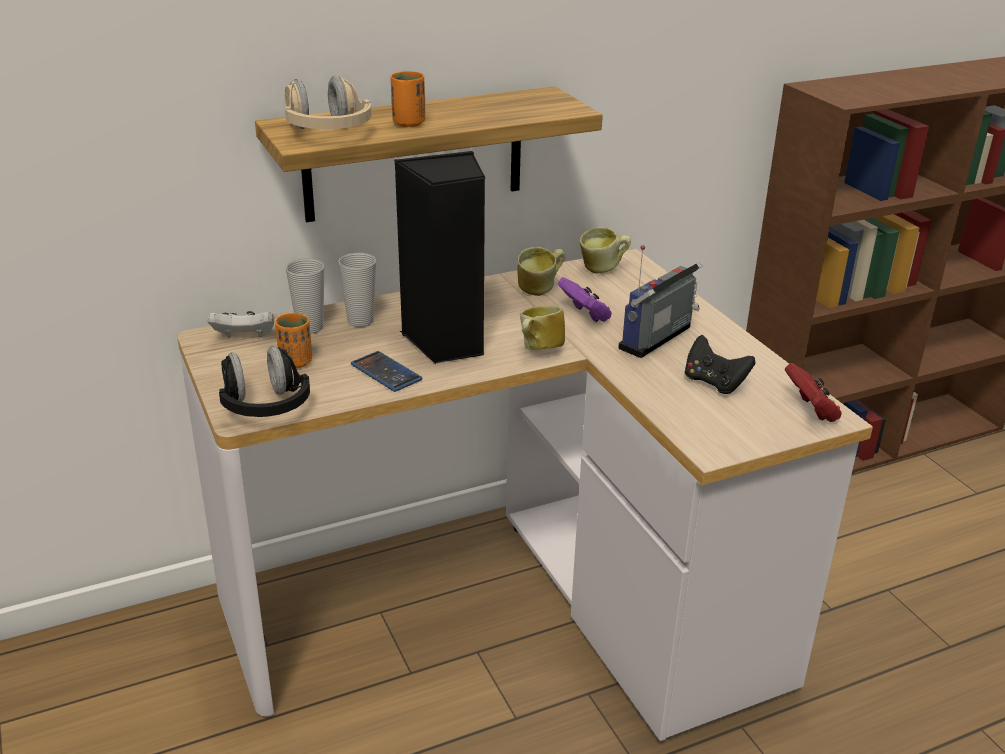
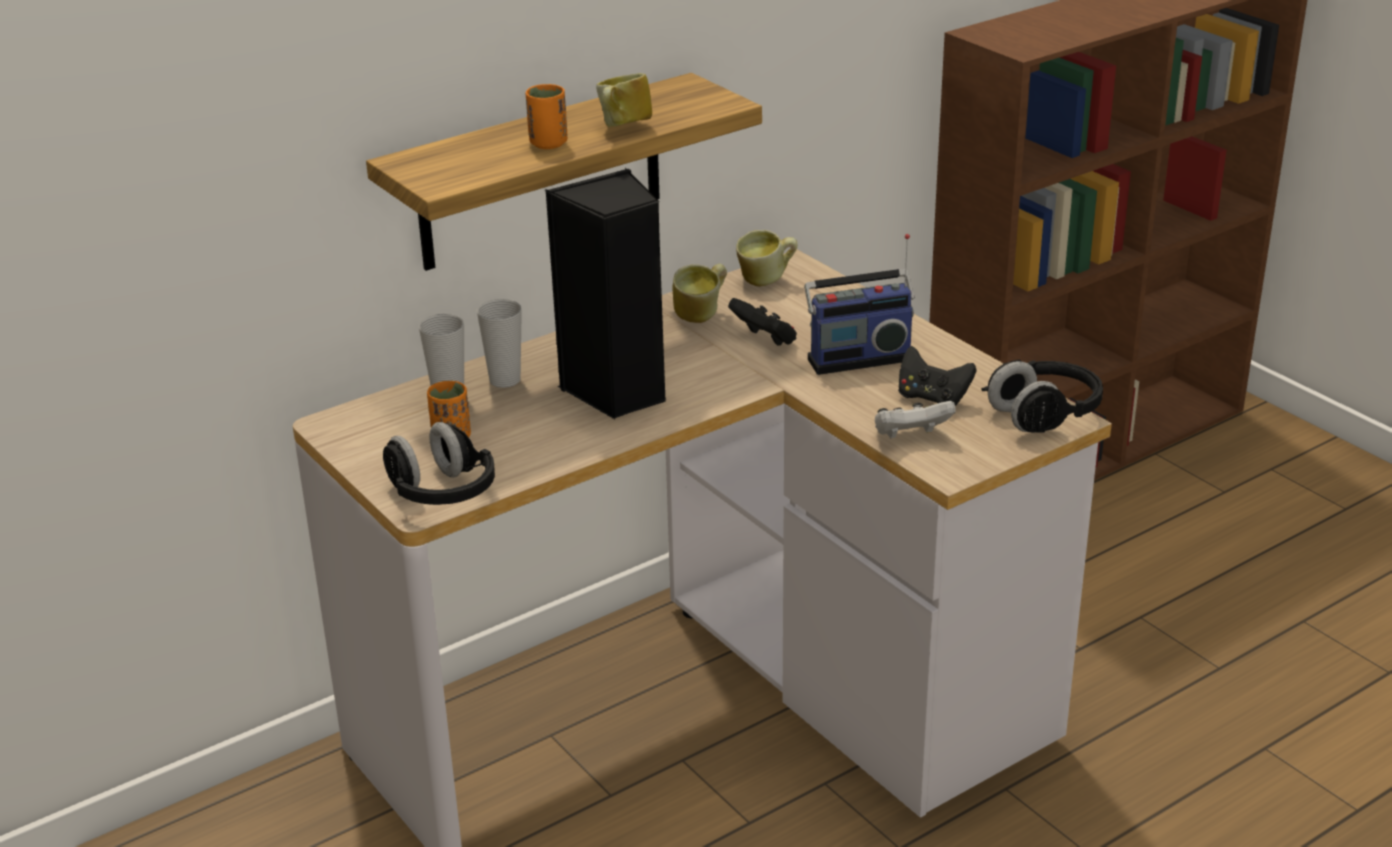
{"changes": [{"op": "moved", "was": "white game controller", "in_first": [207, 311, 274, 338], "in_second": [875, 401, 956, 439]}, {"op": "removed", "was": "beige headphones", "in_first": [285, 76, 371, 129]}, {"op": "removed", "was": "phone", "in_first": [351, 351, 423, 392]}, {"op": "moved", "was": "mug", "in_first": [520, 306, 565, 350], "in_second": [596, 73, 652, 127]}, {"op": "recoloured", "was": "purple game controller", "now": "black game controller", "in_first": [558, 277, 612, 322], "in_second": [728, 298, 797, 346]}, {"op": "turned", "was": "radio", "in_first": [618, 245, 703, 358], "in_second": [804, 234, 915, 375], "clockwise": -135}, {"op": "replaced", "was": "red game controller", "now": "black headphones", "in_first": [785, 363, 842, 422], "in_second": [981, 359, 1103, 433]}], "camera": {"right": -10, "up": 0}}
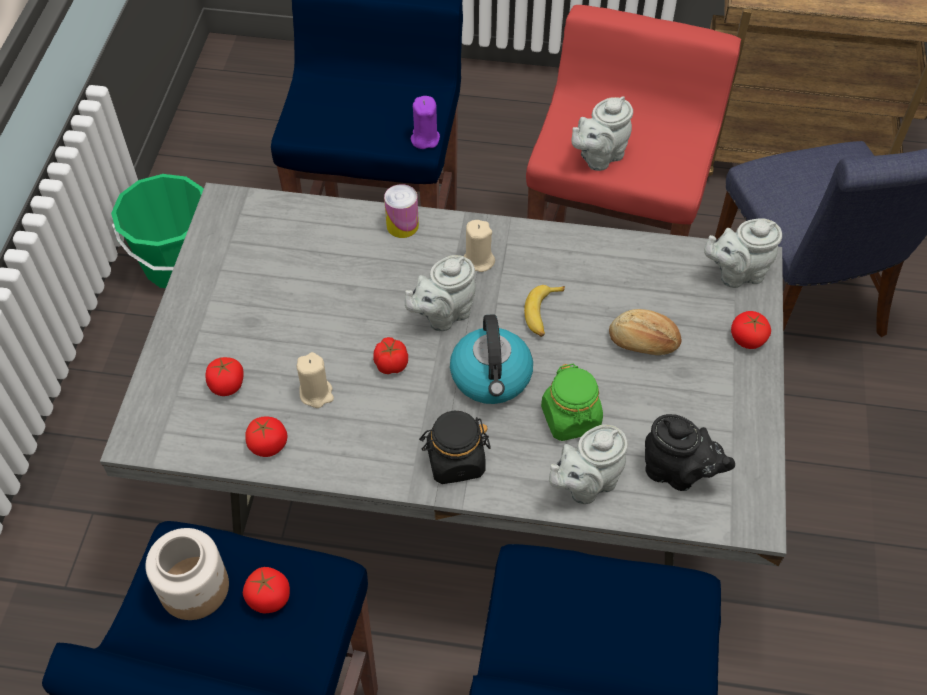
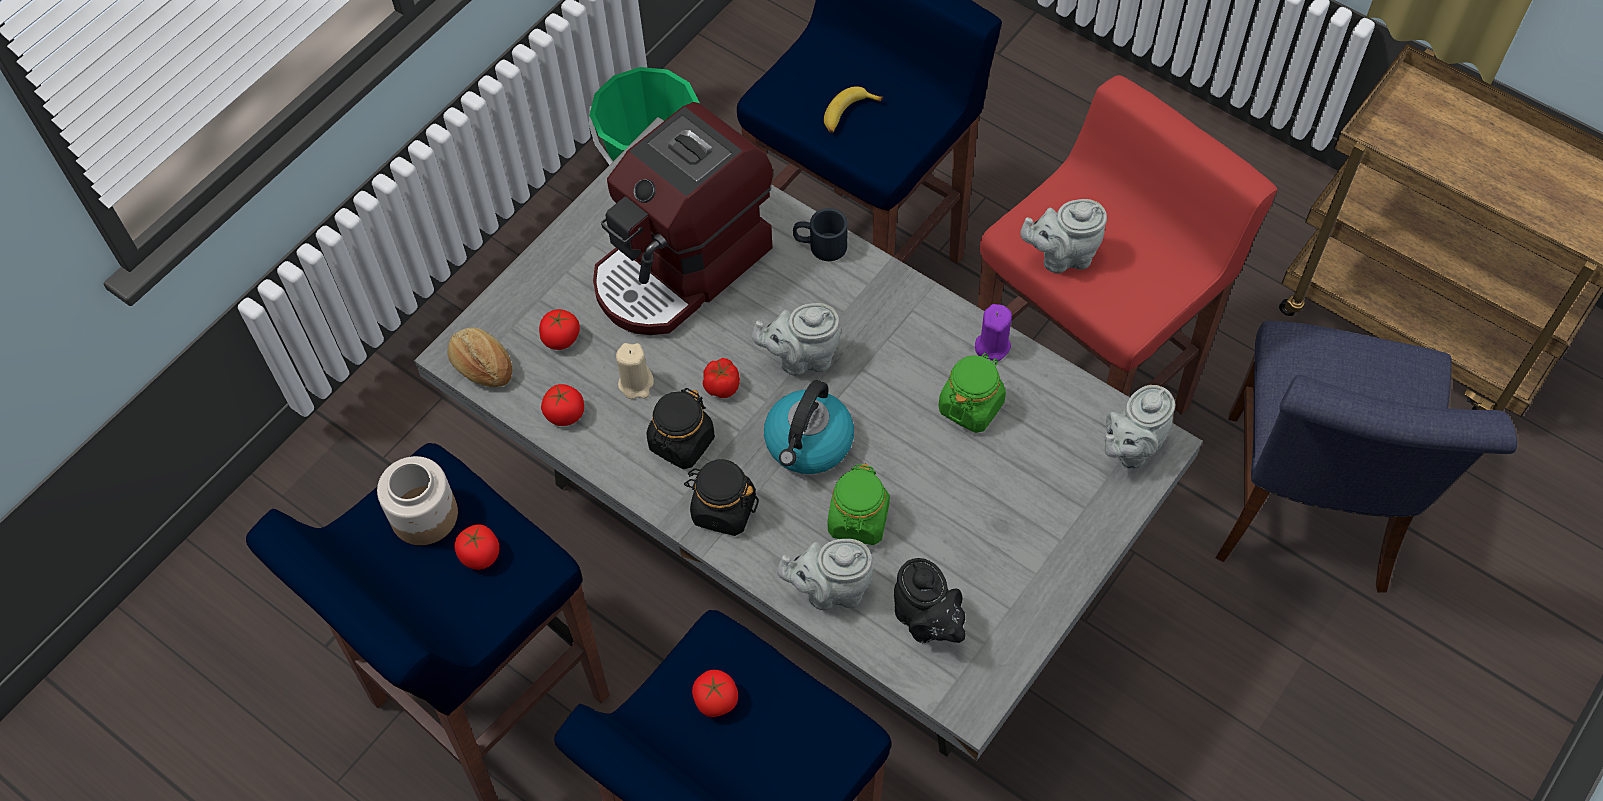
{"changes": [{"op": "replaced", "was": "can", "now": "black mug", "in_first": [384, 184, 419, 238], "in_second": [793, 208, 848, 261]}, {"op": "moved", "was": "purple candle", "in_first": [411, 96, 440, 149], "in_second": [975, 304, 1012, 361]}, {"op": "removed", "was": "beige candle", "in_first": [464, 220, 495, 272]}, {"op": "moved", "was": "banana", "in_first": [524, 285, 565, 337], "in_second": [824, 87, 883, 133]}, {"op": "moved", "was": "bread", "in_first": [609, 309, 682, 355], "in_second": [447, 327, 512, 387]}, {"op": "turned", "was": "grey teapot", "in_first": [704, 218, 782, 288], "in_second": [1105, 385, 1175, 469], "clockwise": -60}, {"op": "moved", "was": "tomato", "in_first": [731, 311, 771, 349], "in_second": [692, 670, 738, 717]}, {"op": "added", "now": "coffee machine", "in_second": [593, 102, 773, 335]}, {"op": "added", "now": "black jar", "in_second": [647, 388, 715, 469]}, {"op": "added", "now": "green jar", "in_second": [938, 353, 1006, 433]}], "camera": {"right": 30, "up": 5}}
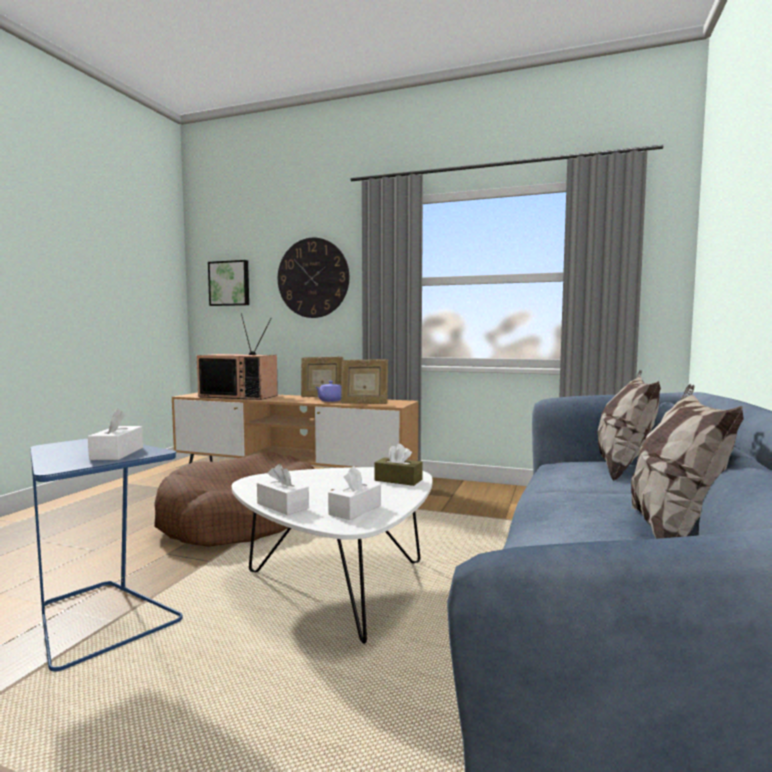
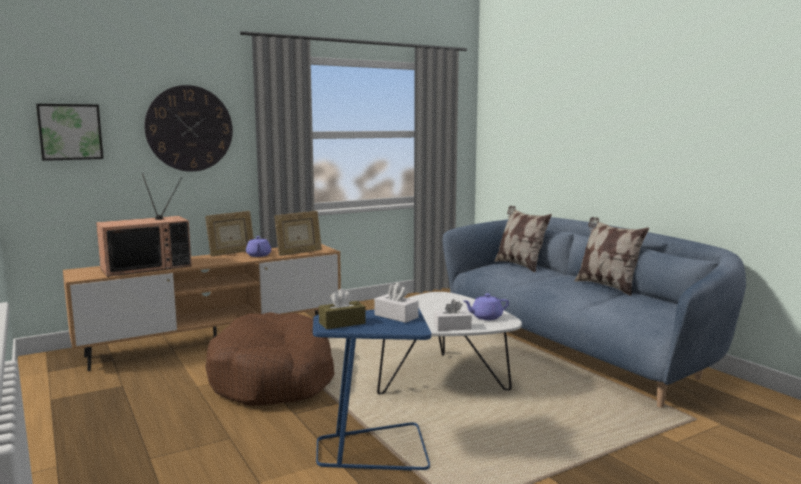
{"changes": [{"op": "replaced", "was": "white tissue box", "now": "purple teapot", "in_first": [328, 466, 381, 520], "in_second": [464, 293, 509, 320]}, {"op": "moved", "was": "brown tissue box", "in_first": [374, 444, 423, 486], "in_second": [319, 288, 366, 329]}], "camera": {"right": -50, "up": 5}}
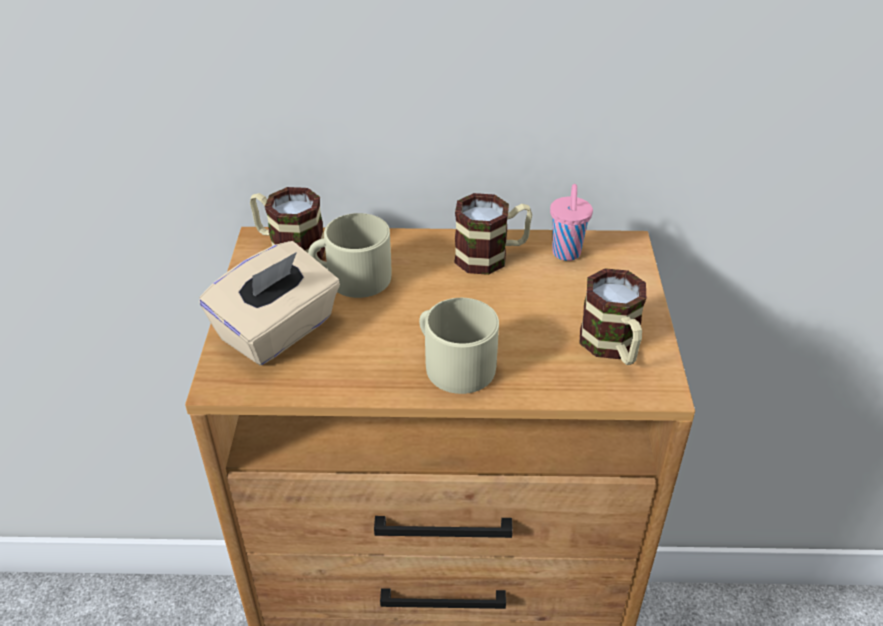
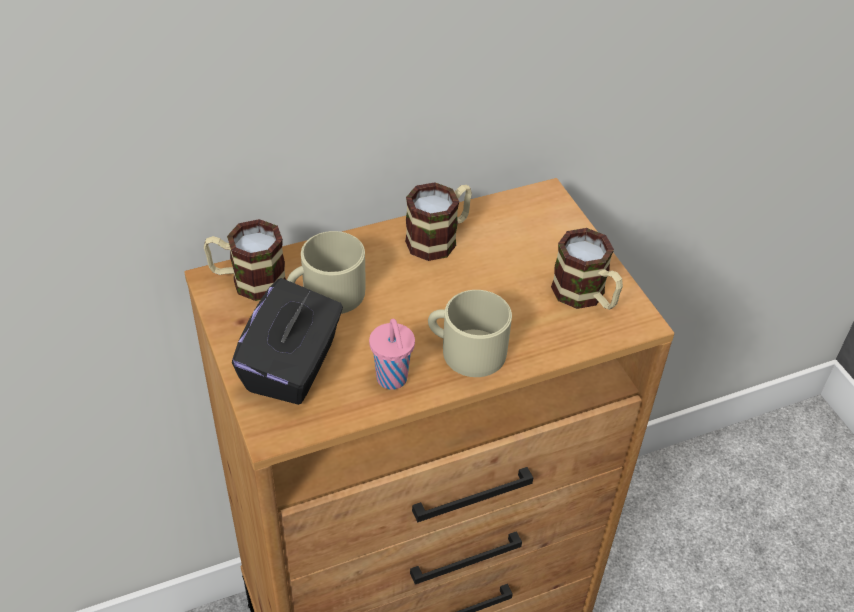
{"changes": [{"op": "recoloured", "was": "beige tissue box", "now": "black tissue box", "in_first": [199, 241, 340, 365], "in_second": [232, 278, 343, 405]}, {"op": "moved", "was": "pink cup", "in_first": [550, 184, 593, 261], "in_second": [369, 319, 415, 390]}], "camera": {"right": -25, "up": 5}}
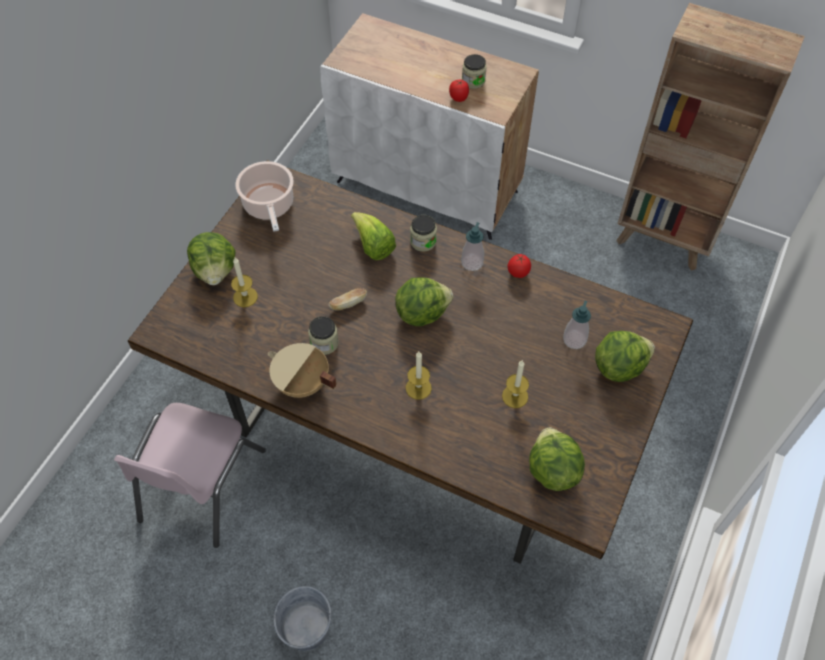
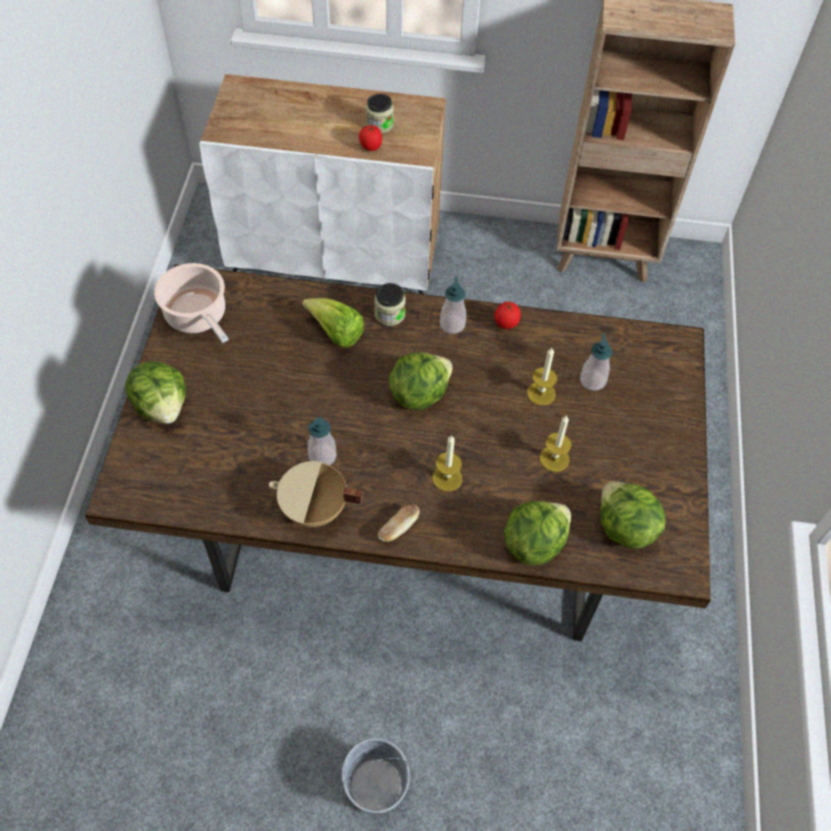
{"changes": [{"op": "removed", "was": "pink chair", "in_first": [114, 403, 266, 548]}, {"op": "moved", "was": "candle", "in_first": [231, 258, 258, 307], "in_second": [527, 348, 558, 405]}, {"op": "replaced", "was": "jar", "now": "soap dispenser", "in_first": [308, 316, 339, 355], "in_second": [308, 417, 337, 466]}, {"op": "moved", "was": "bread", "in_first": [329, 288, 367, 311], "in_second": [378, 504, 420, 542]}, {"op": "moved", "was": "lettuce", "in_first": [595, 331, 655, 382], "in_second": [504, 501, 571, 565]}], "camera": {"right": -20, "up": 0}}
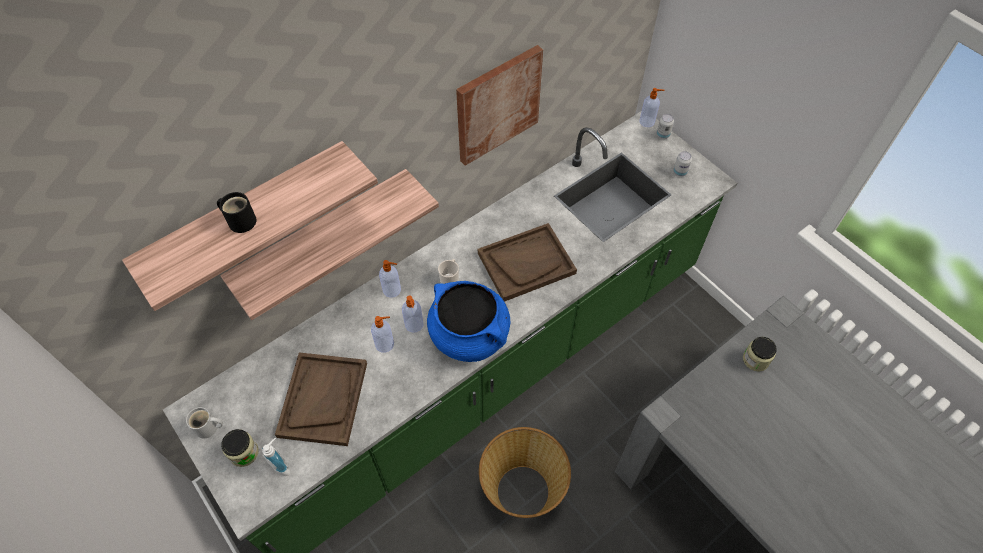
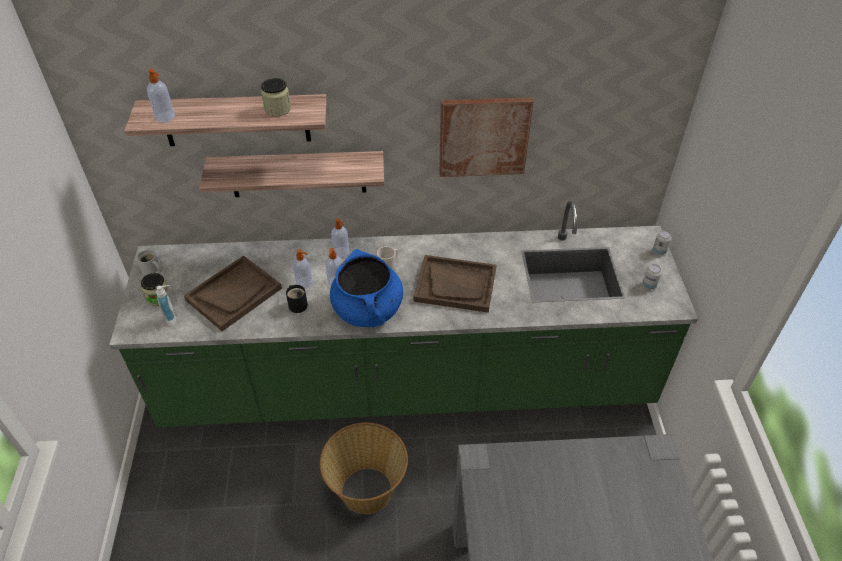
{"changes": [{"op": "moved", "was": "black mug", "in_first": [217, 192, 256, 233], "in_second": [286, 285, 308, 313]}, {"op": "moved", "was": "soap dispenser", "in_first": [639, 88, 665, 127], "in_second": [147, 69, 175, 123]}, {"op": "moved", "was": "jar", "in_first": [743, 337, 777, 371], "in_second": [261, 78, 291, 116]}], "camera": {"right": 35, "up": -10}}
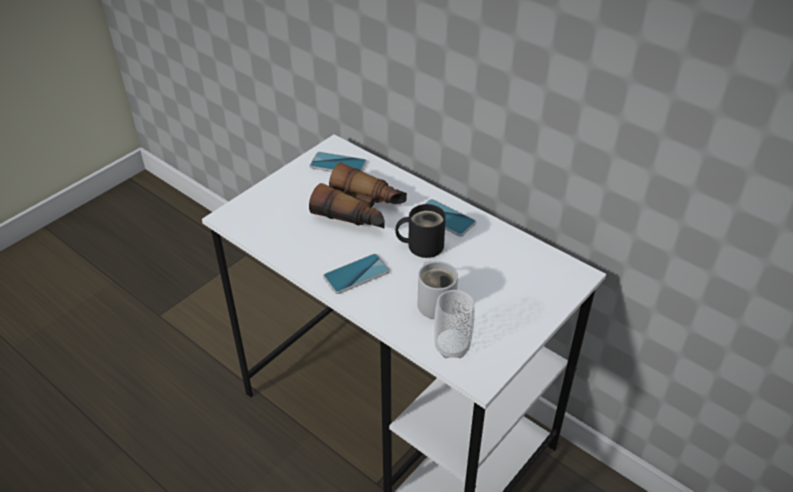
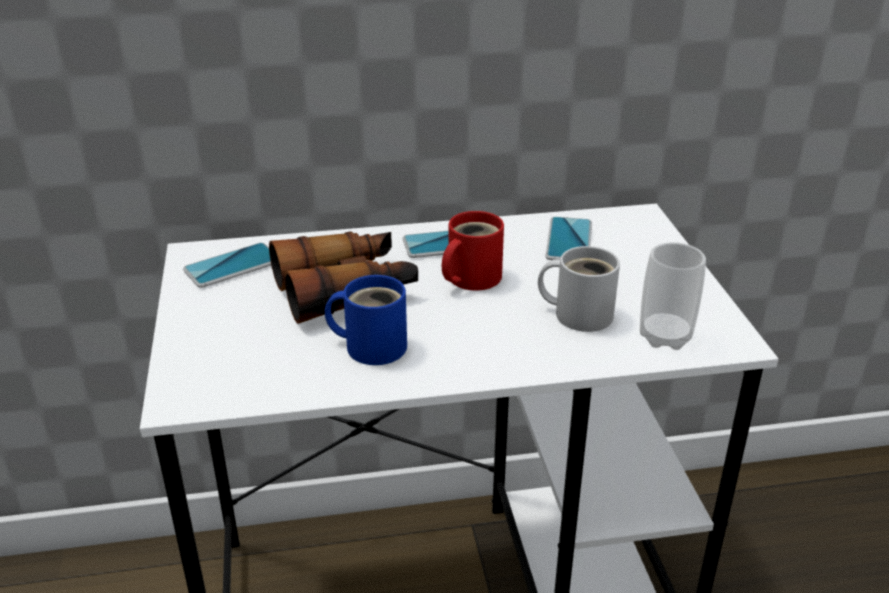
{"changes": [{"op": "moved", "was": "phone", "in_first": [323, 254, 390, 294], "in_second": [545, 217, 592, 260]}, {"op": "recoloured", "was": "black mug", "now": "red mug", "in_first": [395, 204, 446, 258], "in_second": [442, 211, 504, 291]}, {"op": "added", "now": "blue mug", "in_second": [325, 275, 407, 365]}], "camera": {"right": -50, "up": -10}}
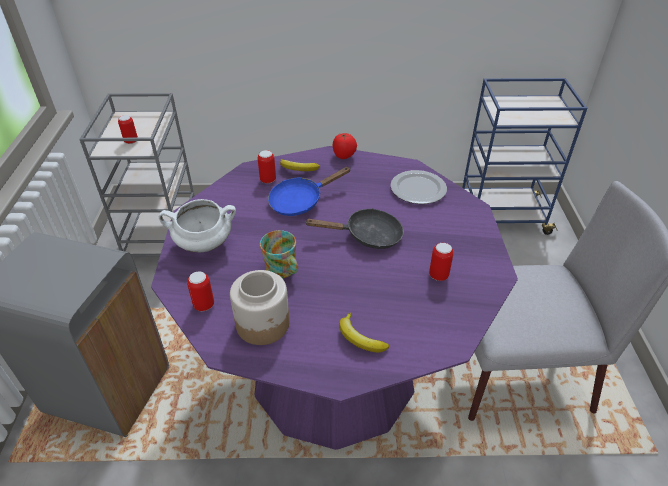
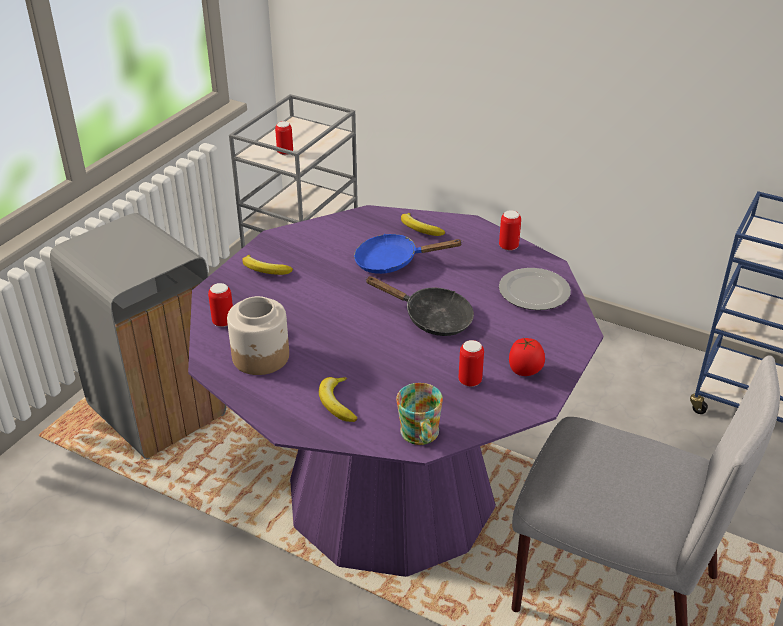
{"changes": [{"op": "replaced", "was": "white cooking pot", "now": "banana", "in_first": [159, 199, 236, 252], "in_second": [242, 255, 293, 275]}, {"op": "moved", "was": "can", "in_first": [258, 150, 276, 183], "in_second": [499, 210, 521, 251]}, {"op": "moved", "was": "mug", "in_first": [260, 230, 298, 278], "in_second": [396, 383, 443, 445]}, {"op": "moved", "was": "tomato", "in_first": [333, 133, 357, 159], "in_second": [509, 338, 545, 376]}], "camera": {"right": 30, "up": -5}}
